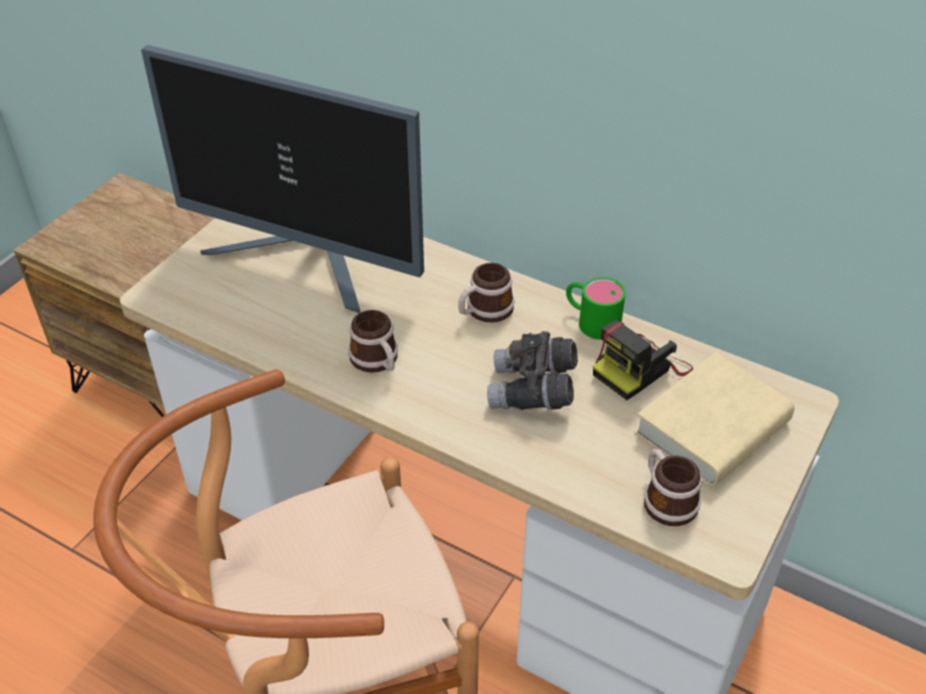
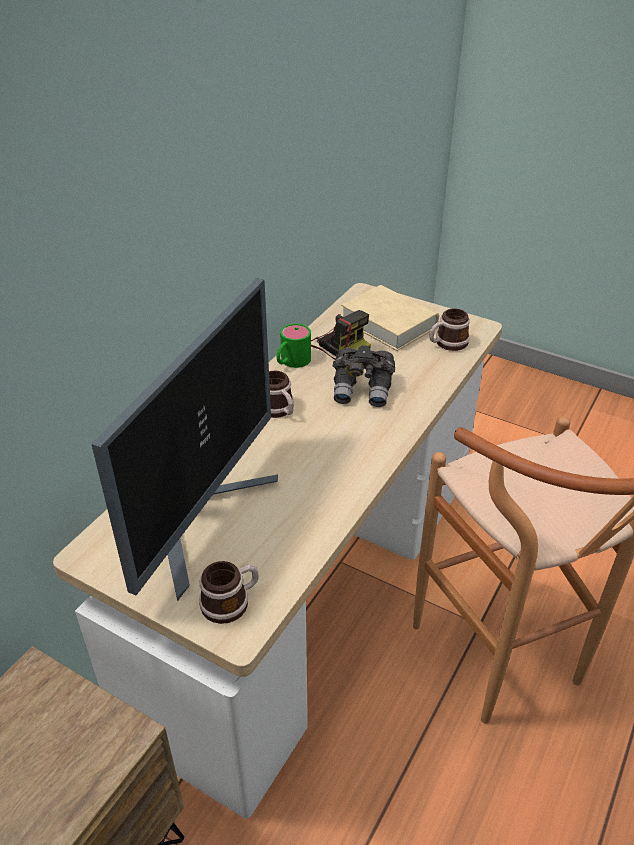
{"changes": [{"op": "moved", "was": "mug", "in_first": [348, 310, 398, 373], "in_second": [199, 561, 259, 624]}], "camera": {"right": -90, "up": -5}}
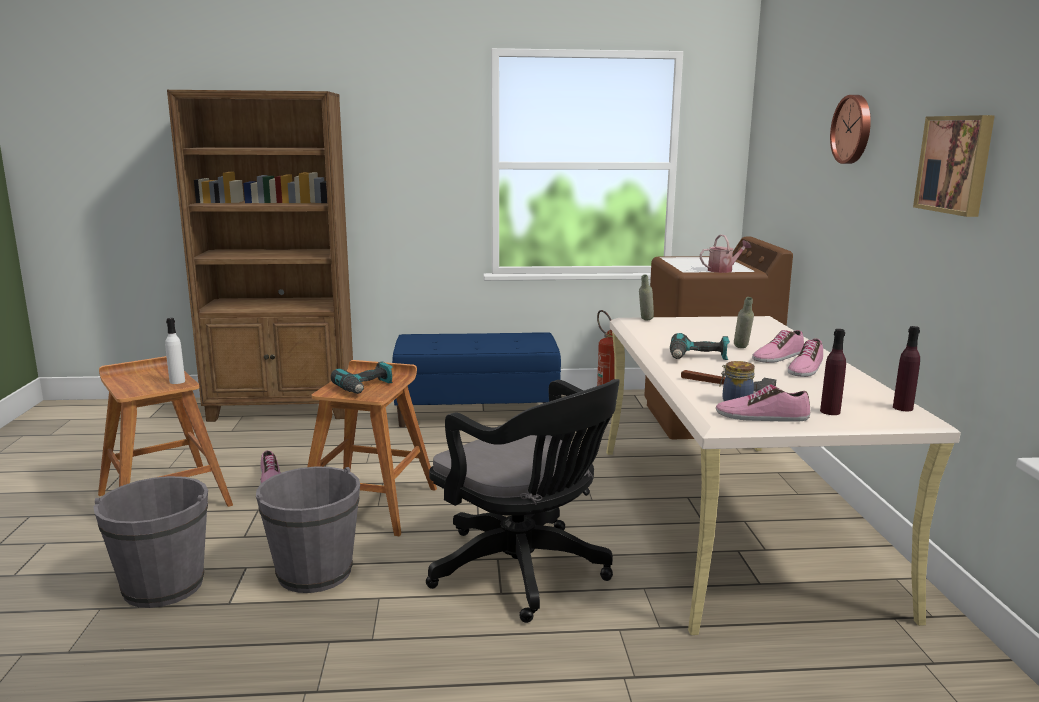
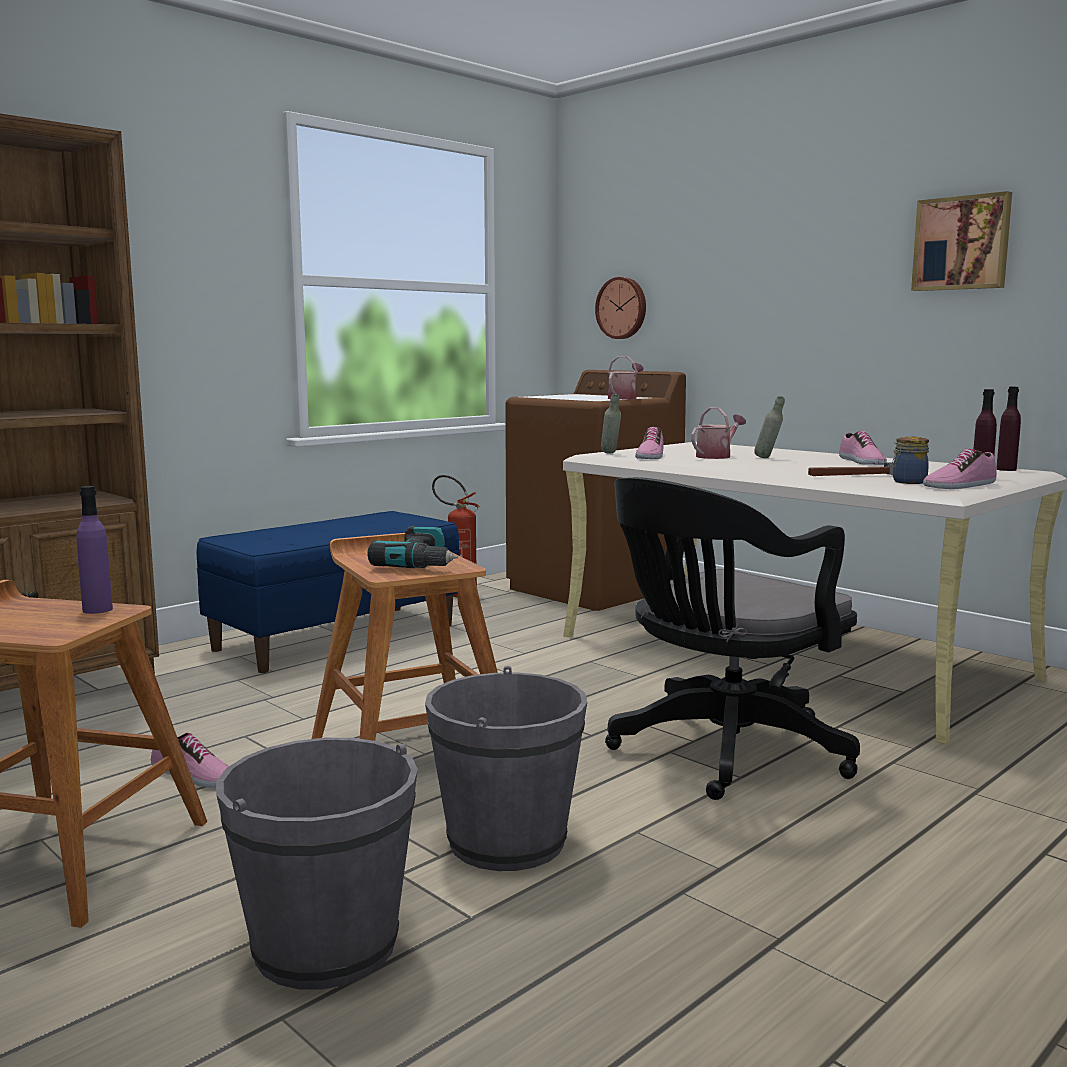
{"changes": [{"op": "recoloured", "was": "white bottle", "now": "purple bottle", "in_first": [165, 318, 185, 384], "in_second": [77, 486, 113, 614]}, {"op": "turned", "was": "black office chair", "in_first": [426, 379, 620, 623], "in_second": [605, 477, 860, 800], "clockwise": 135}, {"op": "removed", "was": "power drill", "in_first": [670, 333, 730, 360]}, {"op": "moved", "was": "shoe", "in_first": [752, 330, 804, 363], "in_second": [635, 427, 664, 459]}, {"op": "moved", "was": "wall clock", "in_first": [830, 95, 871, 164], "in_second": [595, 277, 646, 339]}, {"op": "added", "now": "watering can", "in_second": [691, 407, 746, 459]}], "camera": {"right": -40, "up": -5}}
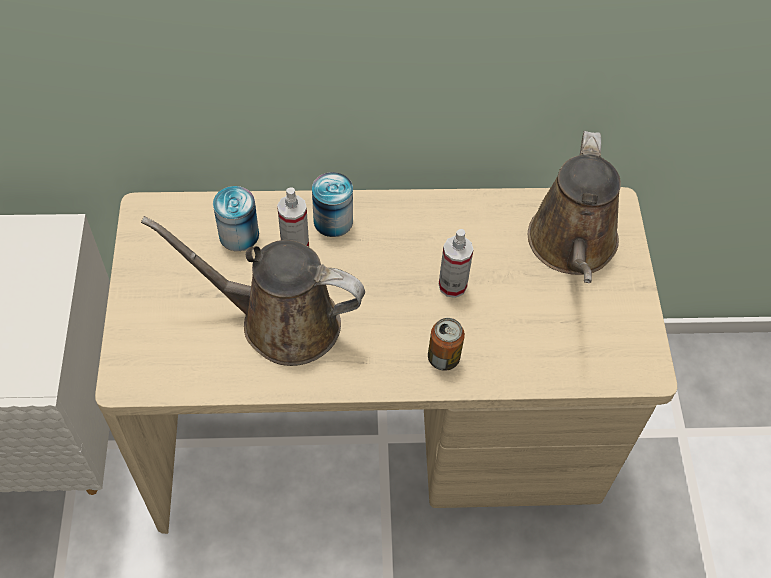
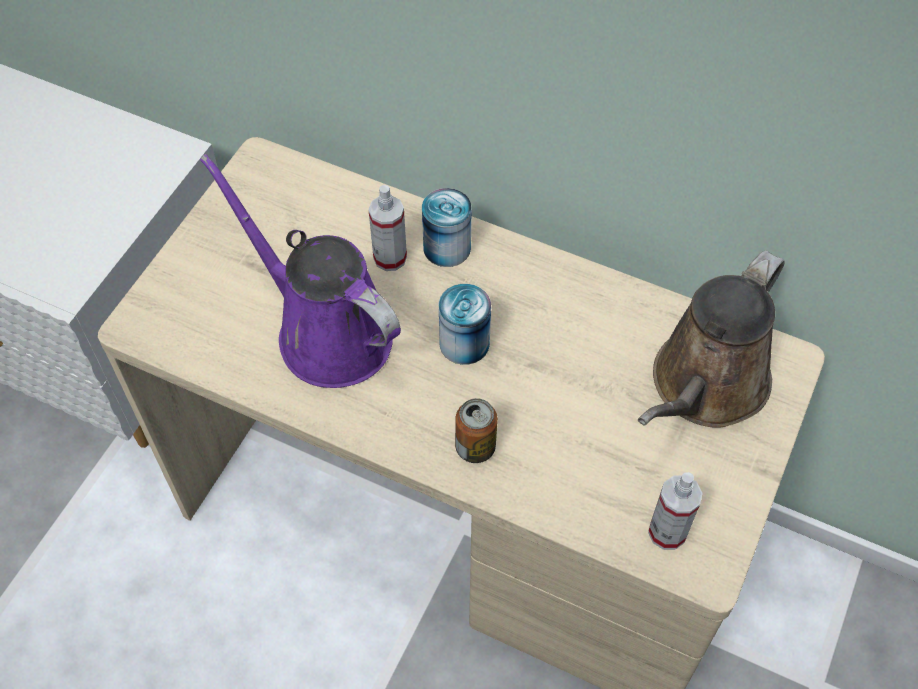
{"changes": [{"op": "recoloured", "was": "brown watering can", "now": "purple watering can", "in_first": [141, 216, 365, 366], "in_second": [200, 154, 401, 388]}, {"op": "moved", "was": "can", "in_first": [213, 186, 259, 251], "in_second": [439, 284, 491, 365]}, {"op": "moved", "was": "spray bottle", "in_first": [439, 229, 474, 298], "in_second": [648, 472, 703, 550]}], "camera": {"right": 30, "up": 0}}
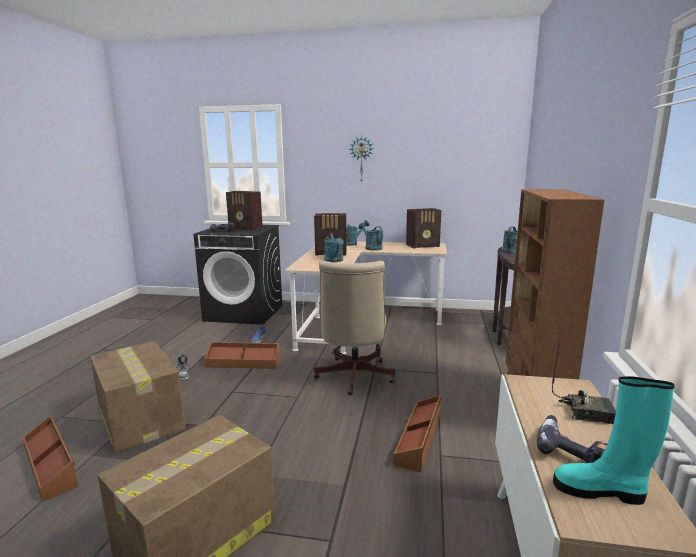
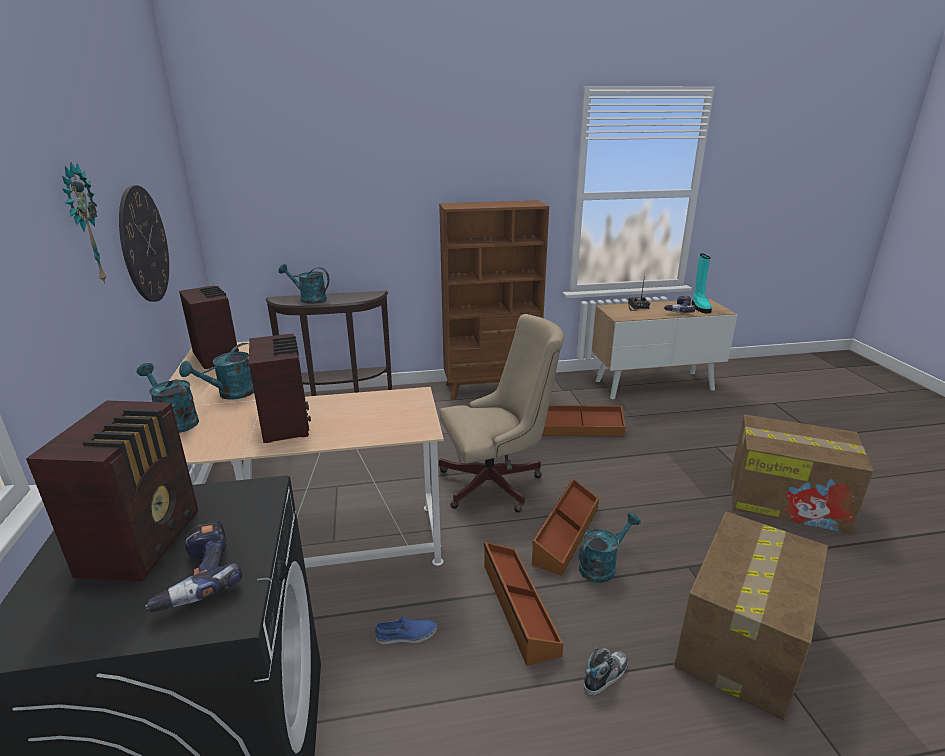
{"changes": [{"op": "moved", "was": "brown storage box", "in_first": [23, 416, 78, 502], "in_second": [532, 479, 599, 576]}, {"op": "moved", "was": "turquoise watering can", "in_first": [324, 233, 344, 262], "in_second": [579, 512, 641, 583]}, {"op": "added", "now": "wall clock", "in_second": [119, 185, 169, 302]}], "camera": {"right": -110, "up": 10}}
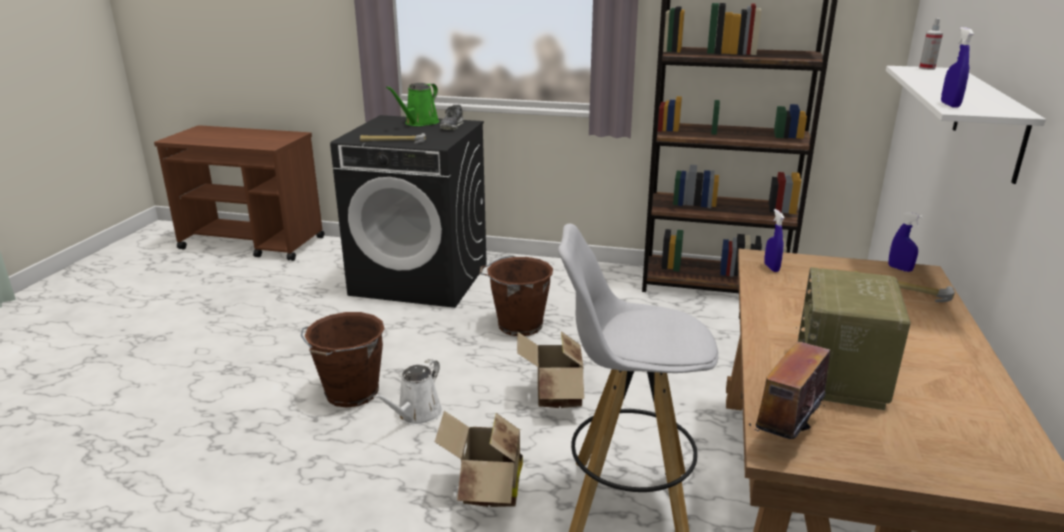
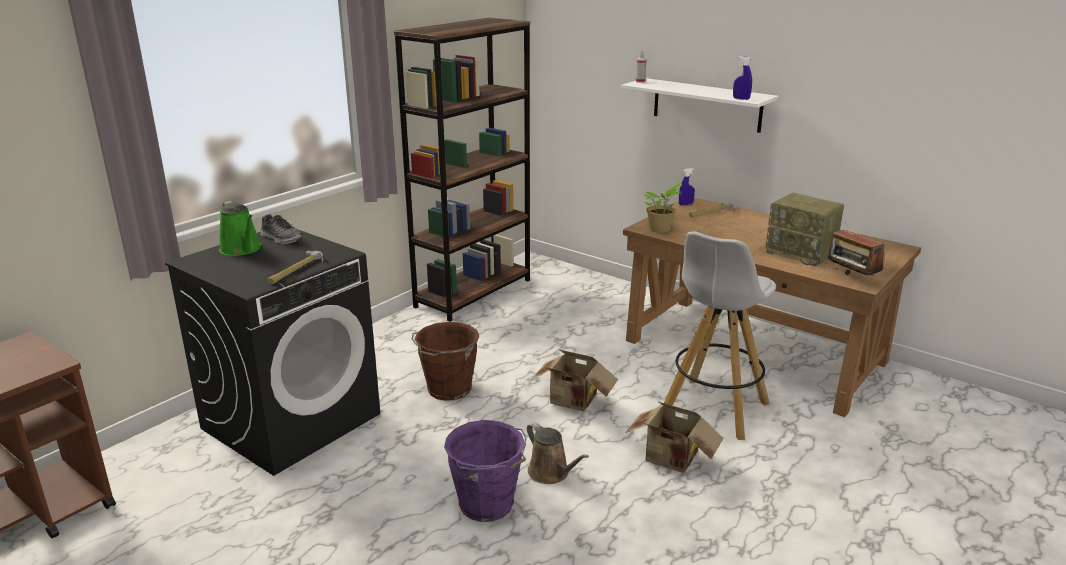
{"changes": [{"op": "recoloured", "was": "brown bucket", "now": "purple bucket", "in_first": [301, 312, 385, 408], "in_second": [444, 420, 526, 522]}, {"op": "recoloured", "was": "white watering can", "now": "brown watering can", "in_first": [373, 359, 443, 425], "in_second": [527, 422, 589, 484]}, {"op": "replaced", "was": "blue spray bottle", "now": "potted plant", "in_first": [764, 209, 784, 272], "in_second": [643, 183, 682, 233]}], "camera": {"right": -65, "up": 0}}
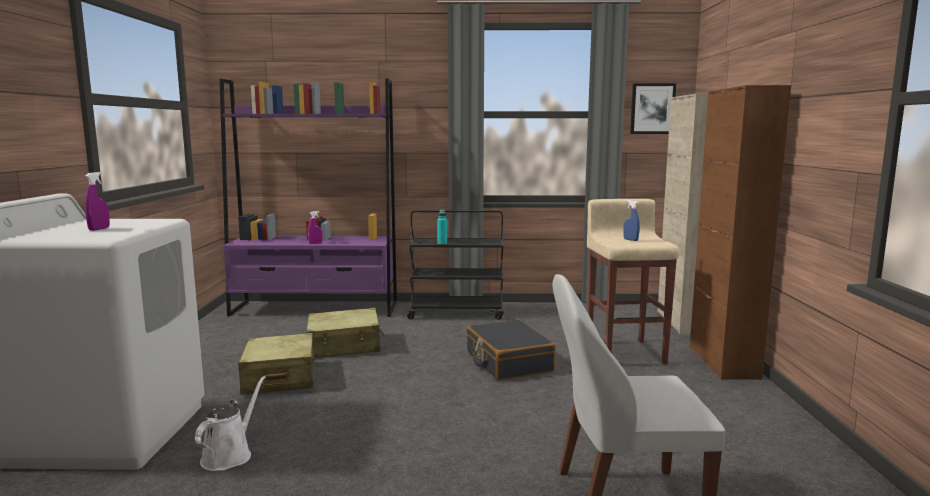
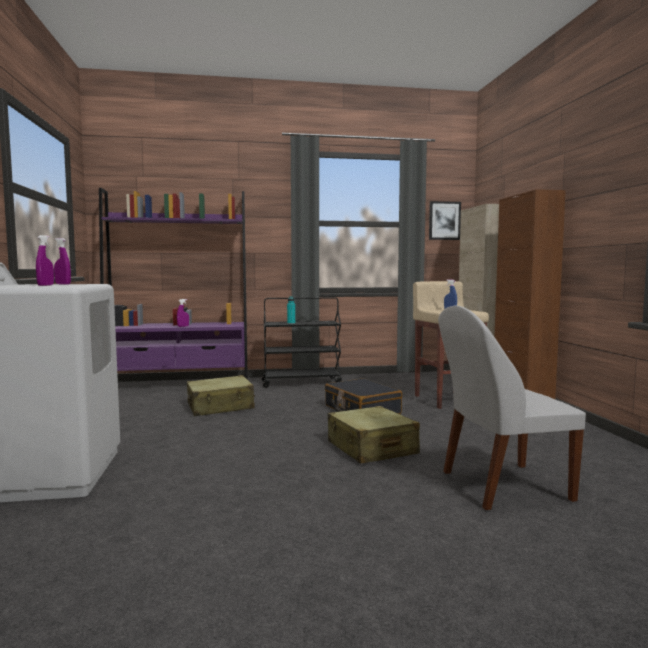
{"changes": [{"op": "removed", "was": "white watering can", "in_first": [195, 376, 265, 471]}, {"op": "moved", "was": "beige suitcase", "in_first": [238, 333, 315, 395], "in_second": [328, 406, 420, 464]}, {"op": "added", "now": "purple spray bottle", "in_second": [54, 238, 71, 285]}], "camera": {"right": -10, "up": -5}}
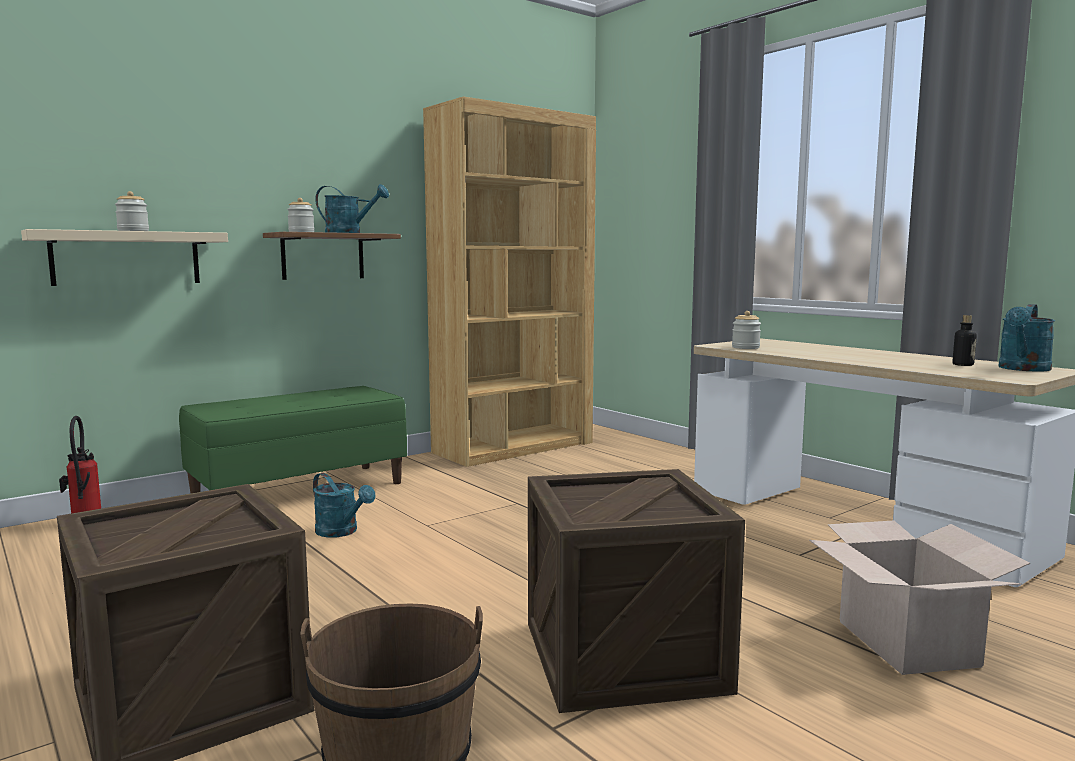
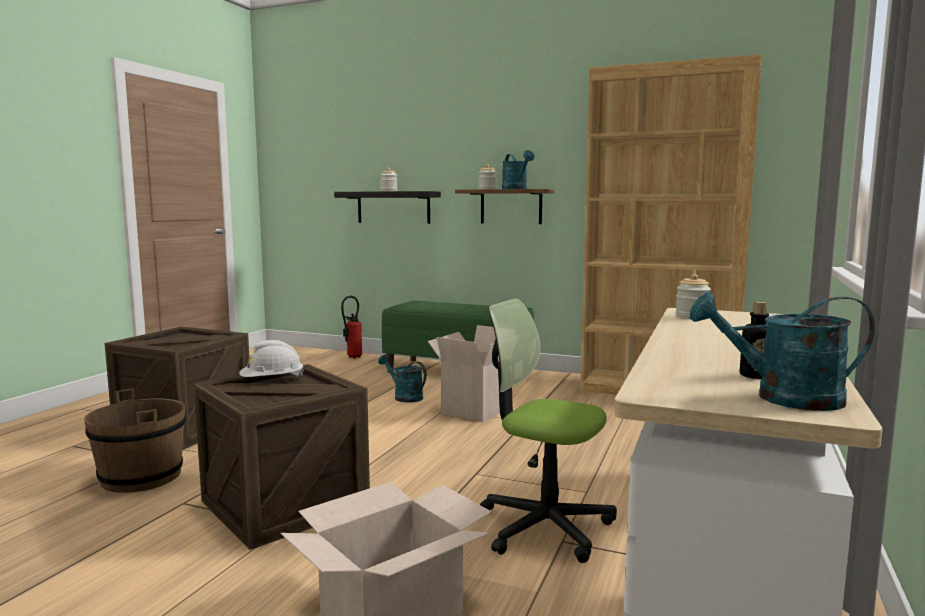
{"changes": [{"op": "recoloured", "was": "beige shelf", "now": "black shelf", "in_first": [21, 229, 228, 286], "in_second": [334, 191, 441, 224]}, {"op": "turned", "was": "turquoise watering can", "in_first": [313, 473, 376, 538], "in_second": [378, 354, 427, 403], "clockwise": 120}, {"op": "added", "now": "white hard hat", "in_second": [239, 340, 304, 378]}, {"op": "added", "now": "cardboard box", "in_second": [428, 325, 500, 422]}, {"op": "added", "now": "office chair", "in_second": [480, 299, 617, 563]}], "camera": {"right": 60, "up": 0}}
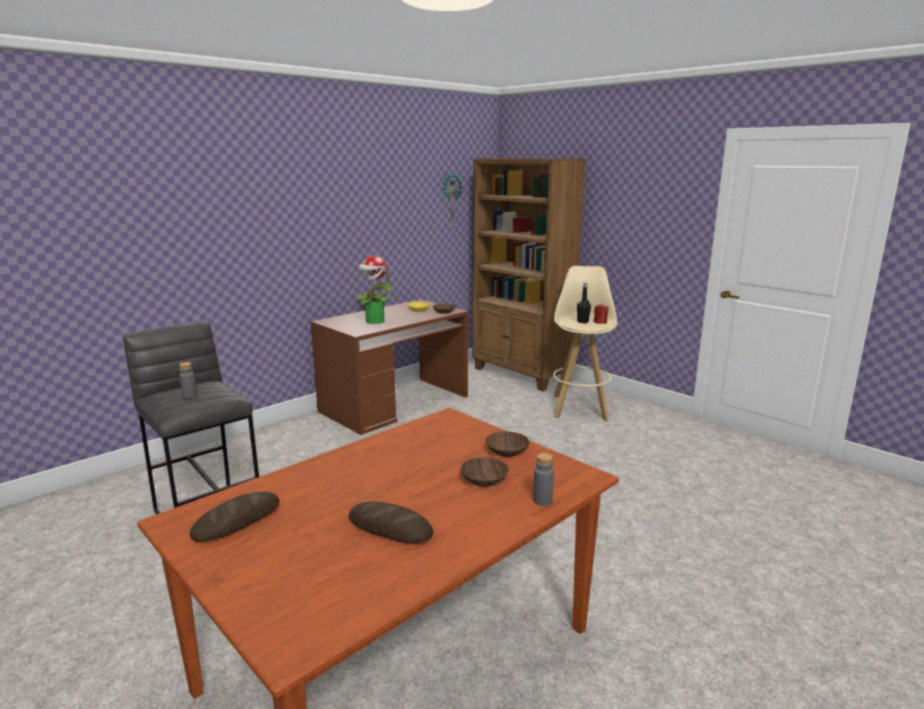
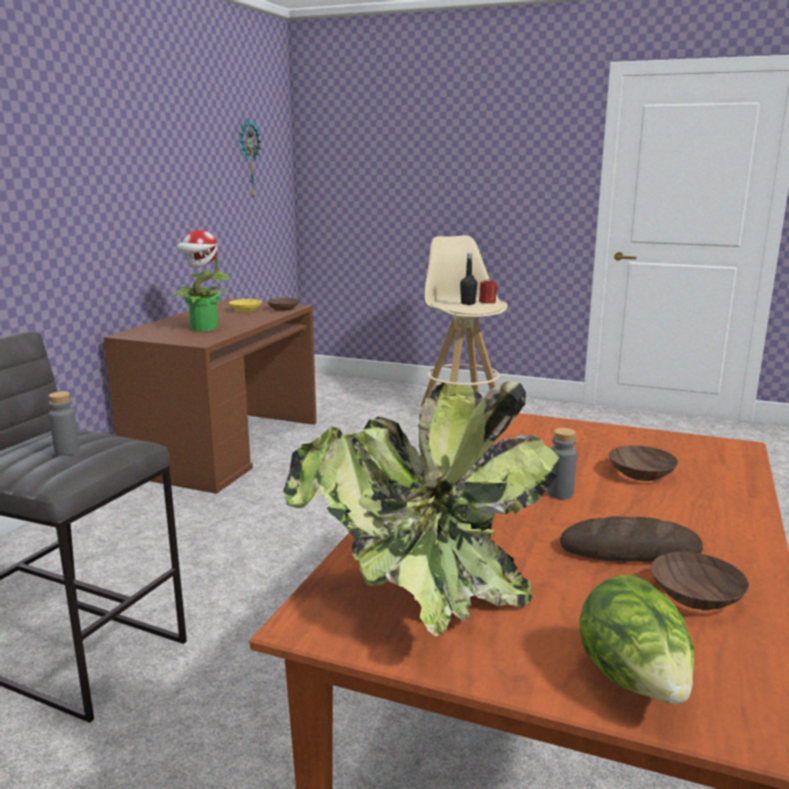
{"changes": [{"op": "replaced", "was": "bread", "now": "potted plant", "in_first": [190, 492, 280, 542], "in_second": [283, 381, 559, 636]}, {"op": "removed", "was": "brown bookcase", "in_first": [473, 158, 586, 391]}, {"op": "moved", "was": "brown bowl", "in_first": [485, 432, 530, 457], "in_second": [651, 552, 749, 610]}, {"op": "moved", "was": "grey bottle", "in_first": [533, 453, 554, 506], "in_second": [547, 428, 577, 499]}, {"op": "added", "now": "lettuce", "in_second": [579, 575, 694, 704]}], "camera": {"right": -25, "up": 0}}
